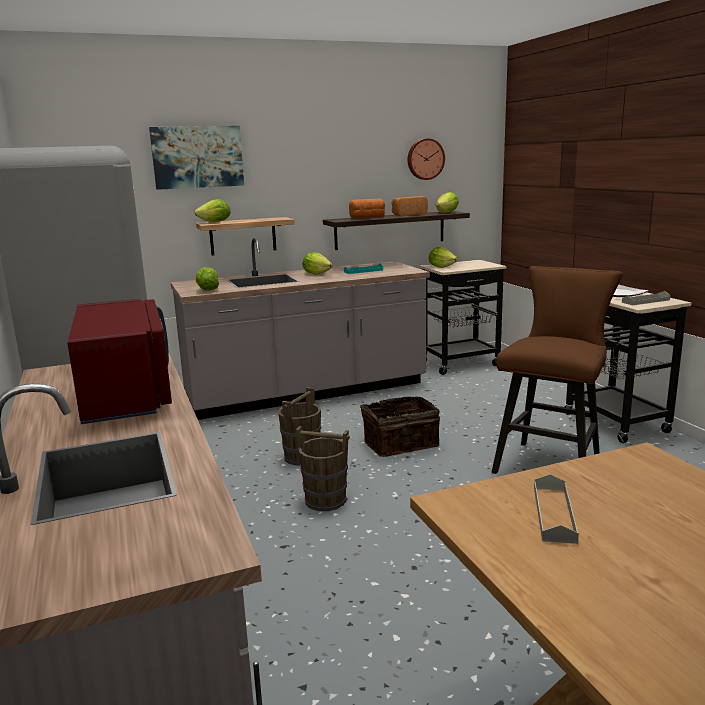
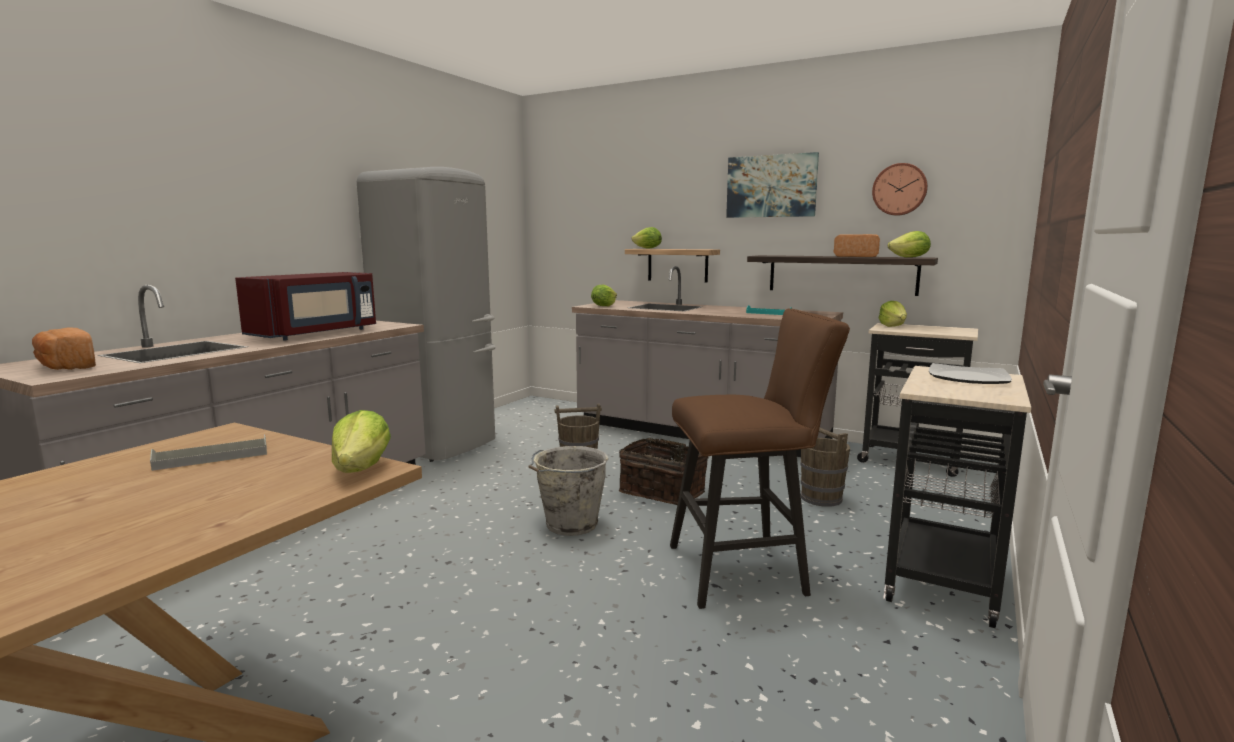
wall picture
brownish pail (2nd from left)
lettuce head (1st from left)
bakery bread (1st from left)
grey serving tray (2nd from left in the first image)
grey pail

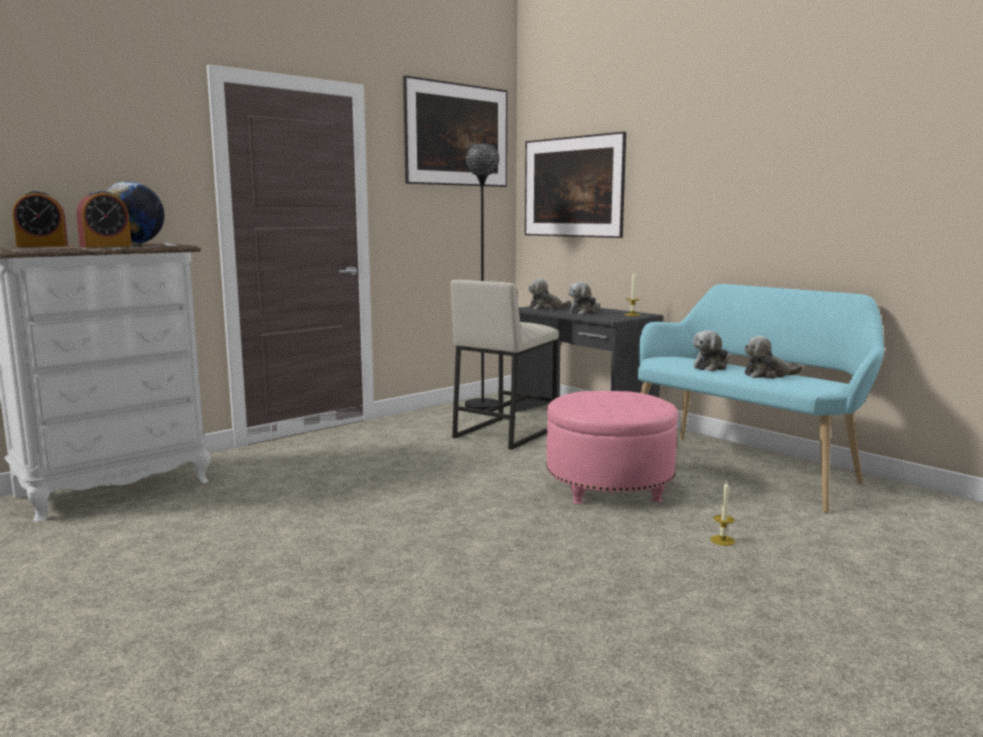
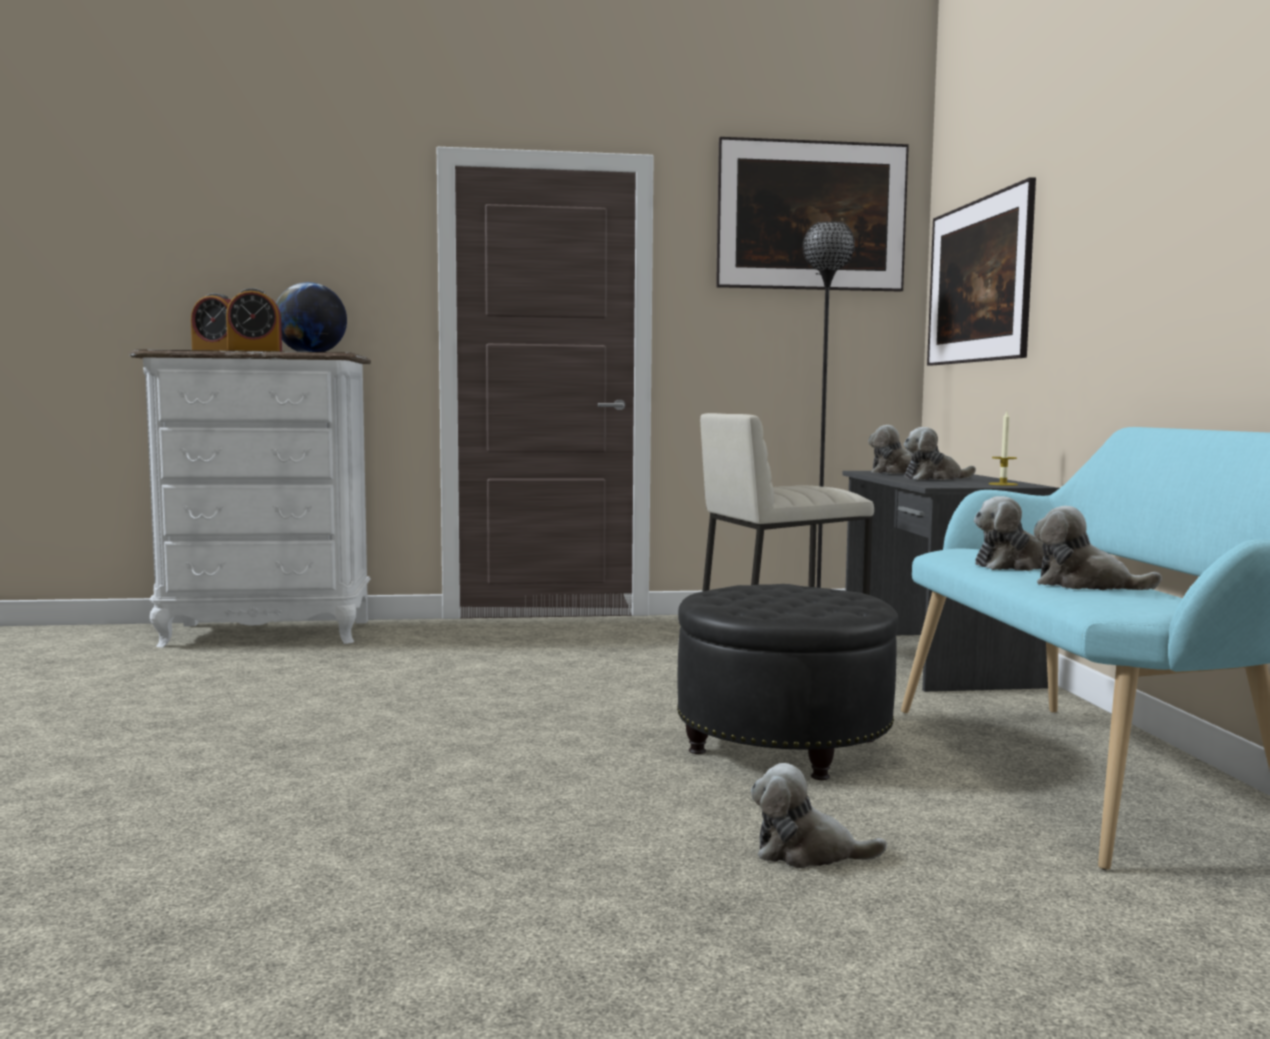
black-coloured footrest
cuddly toy (1st from left)

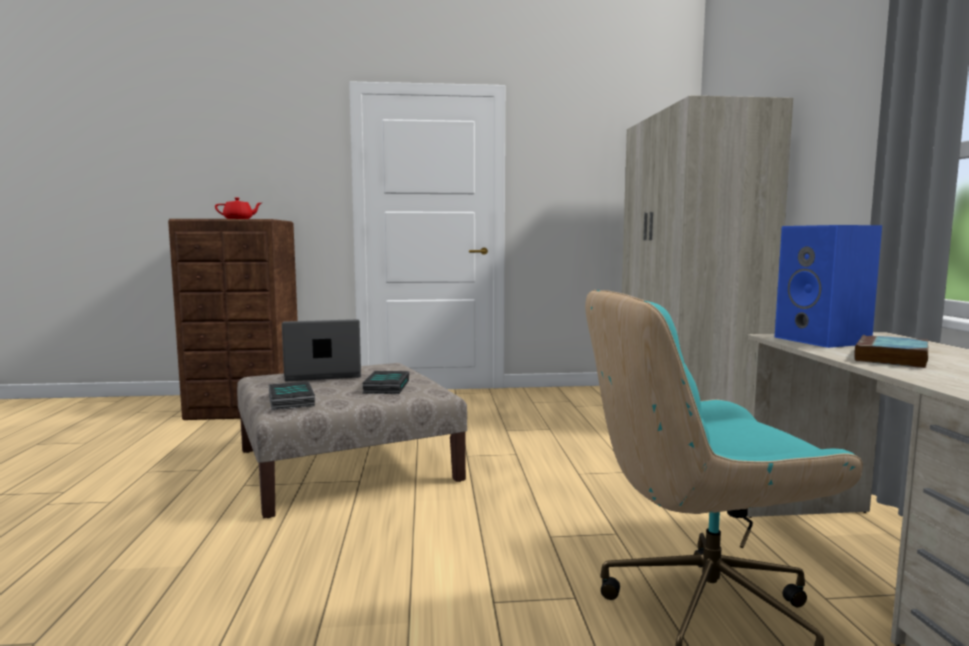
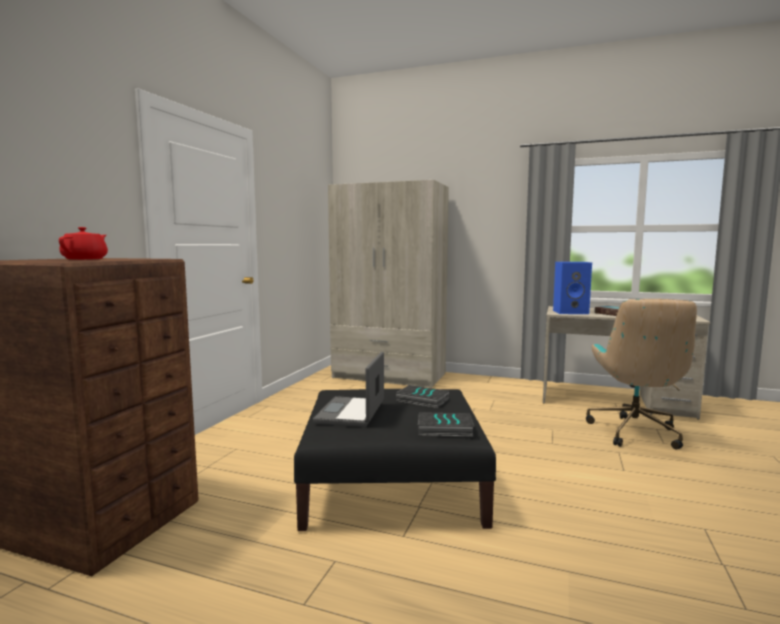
black-coloured footrest

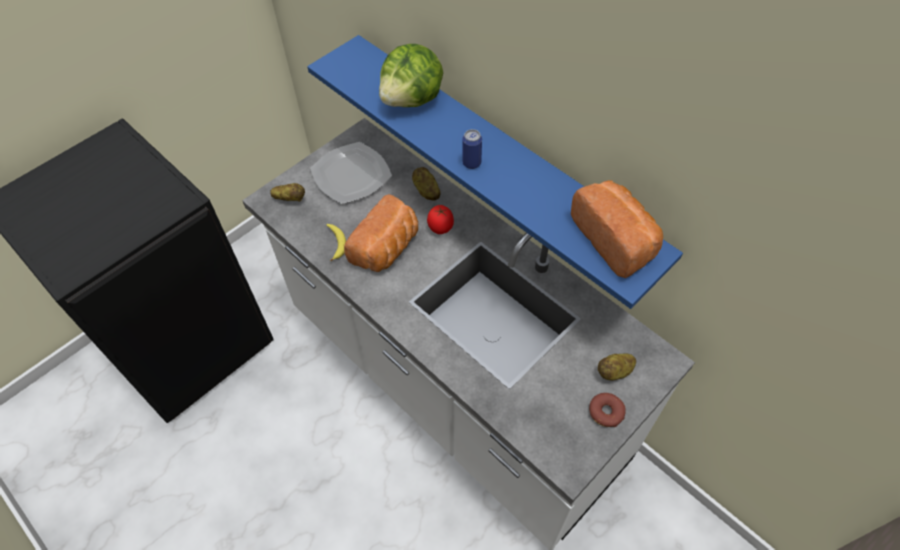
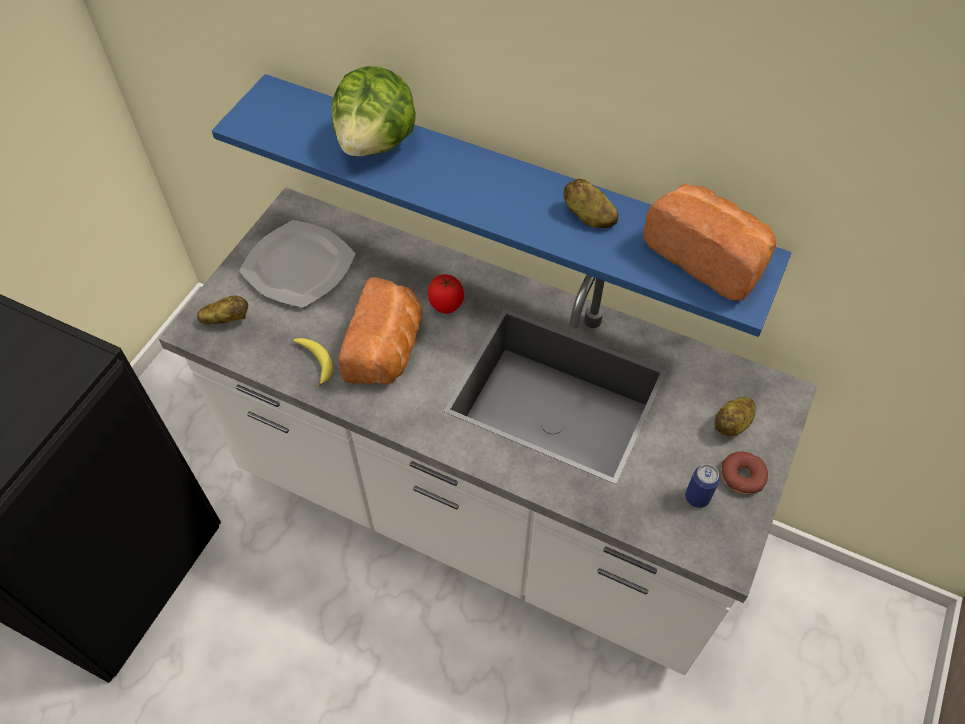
potato (2nd from left)
sealed can

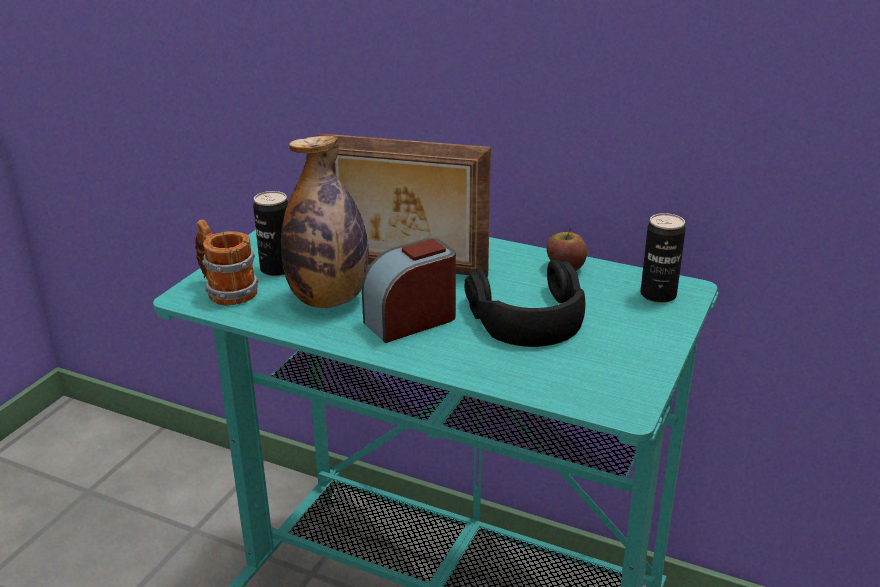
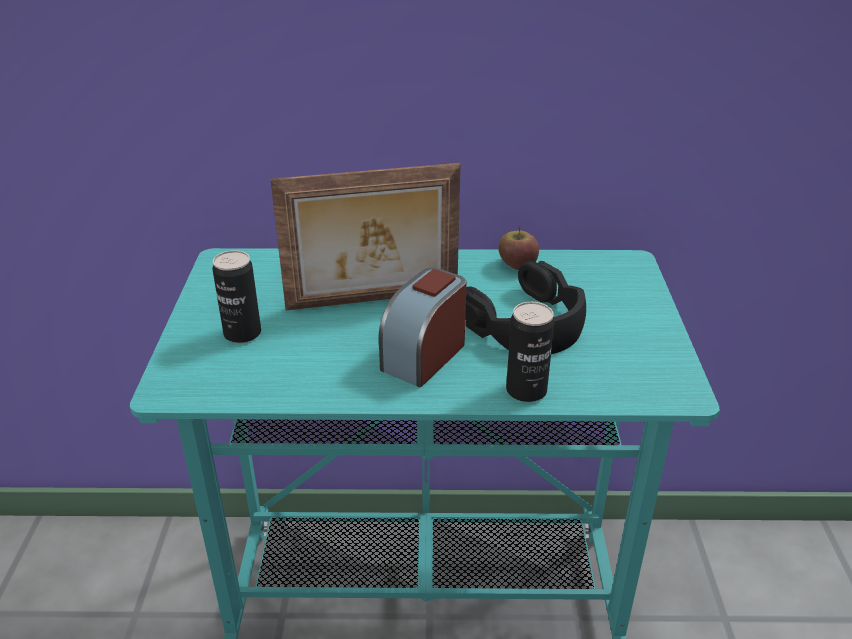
coffee mug
drink bottle
sealed can (2nd from left)

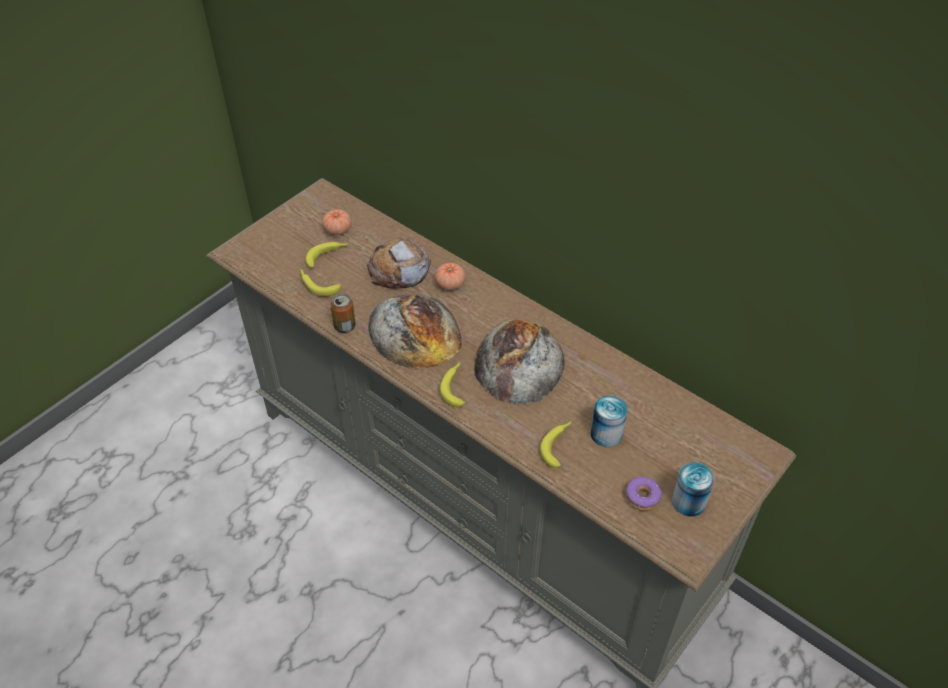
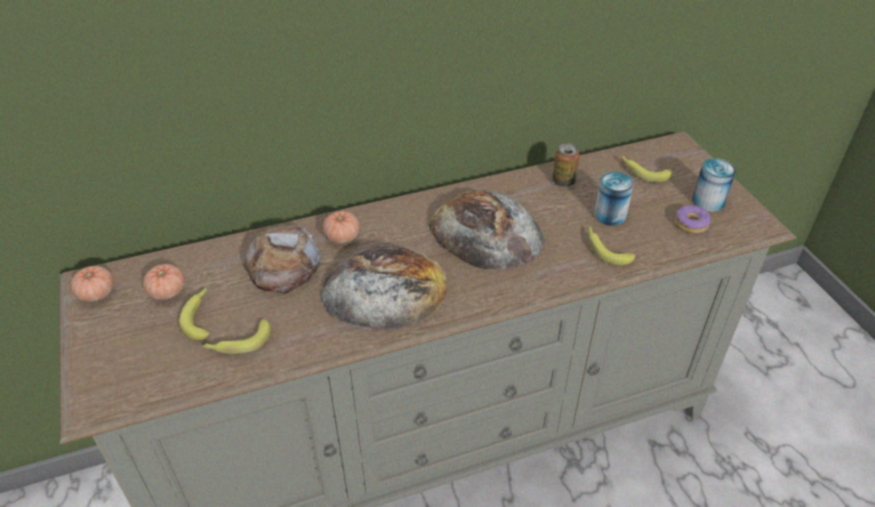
sealed can (1st from left)
banana fruit (4th from left)
tomato (1st from left)

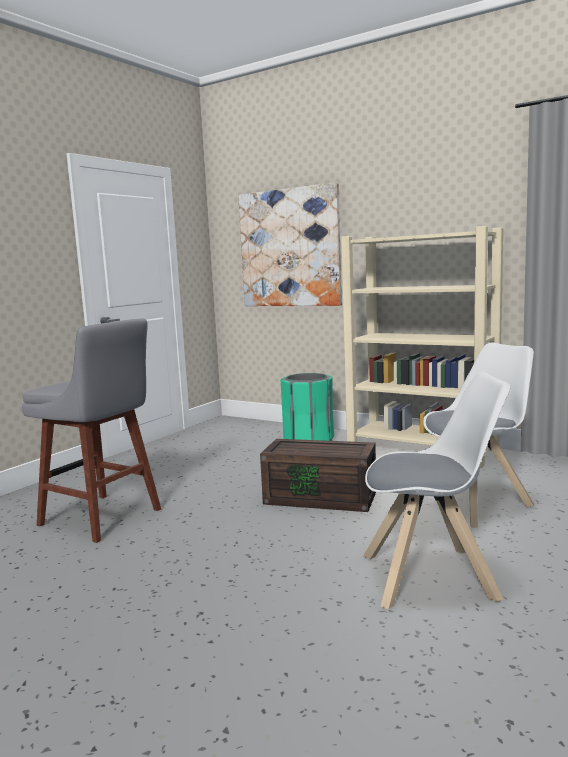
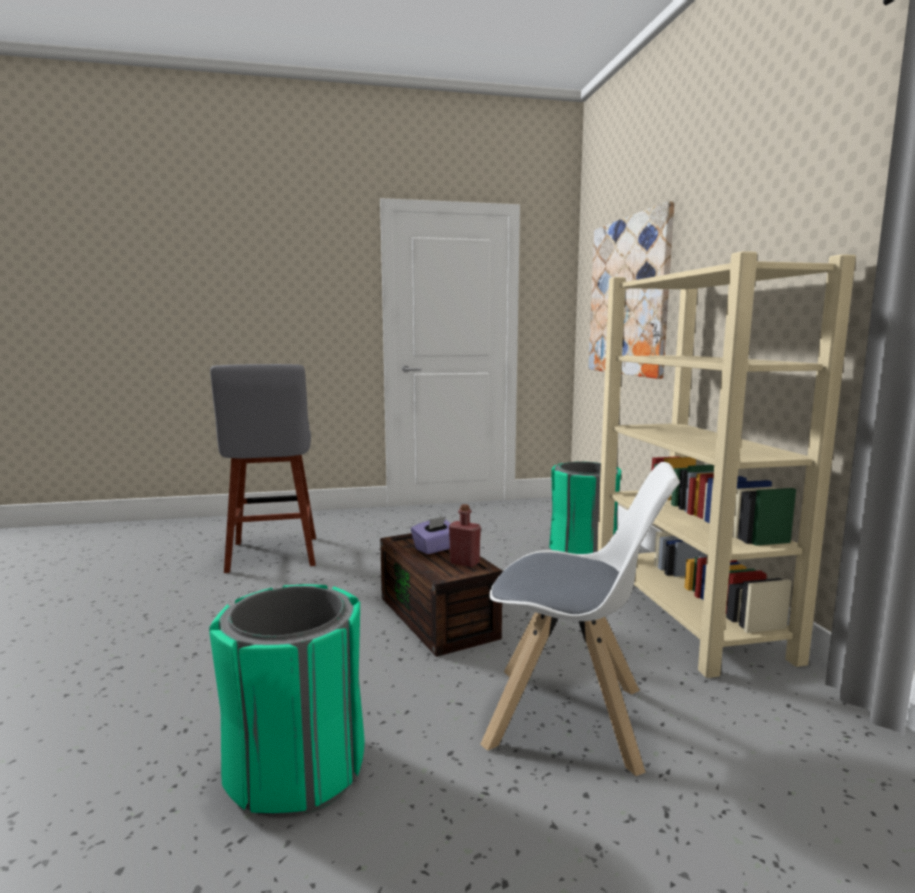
greenish rubbish bin (1st from left)
purple-coloured box of tissues
red drink bottle

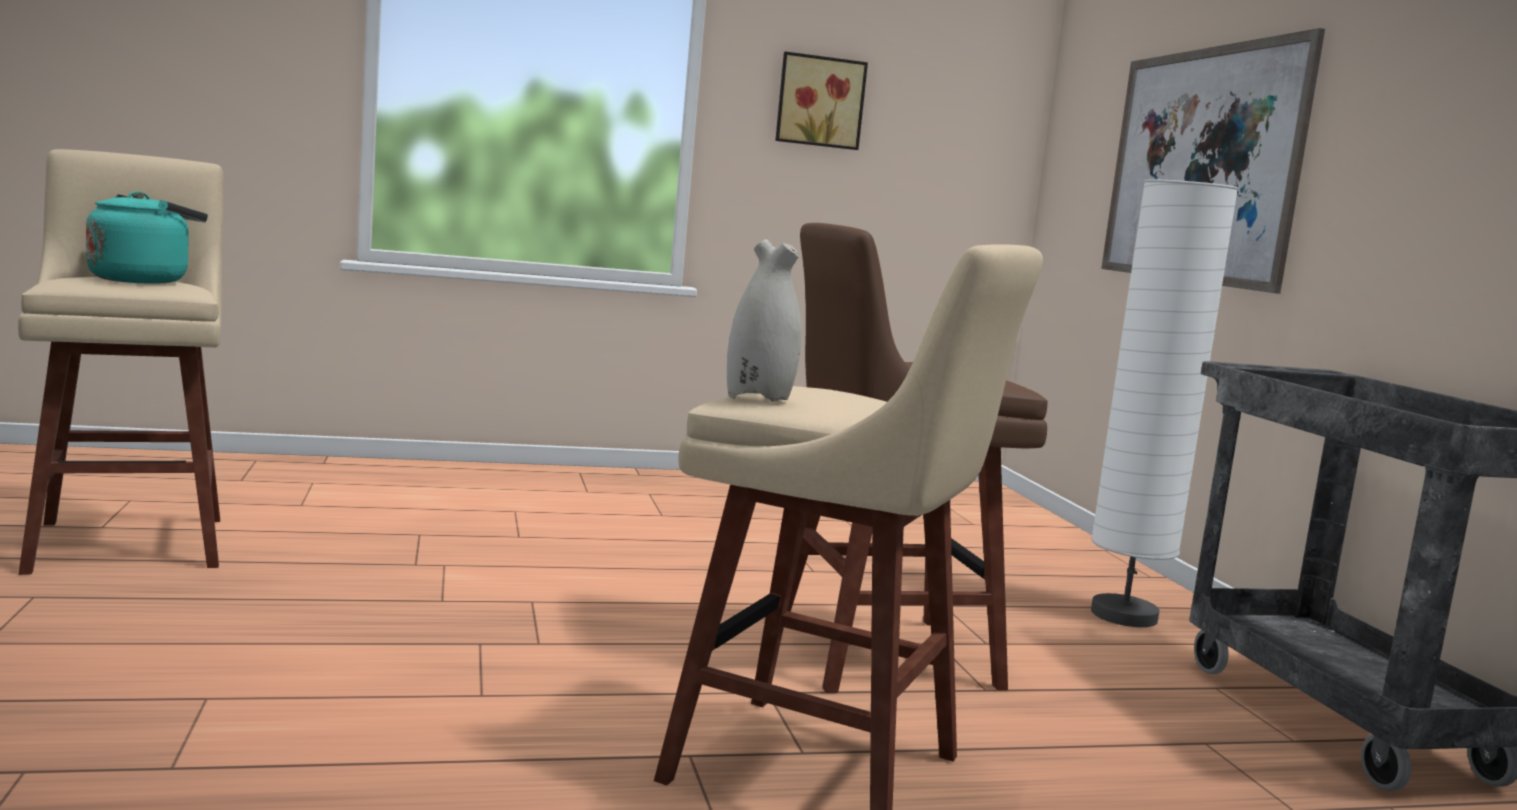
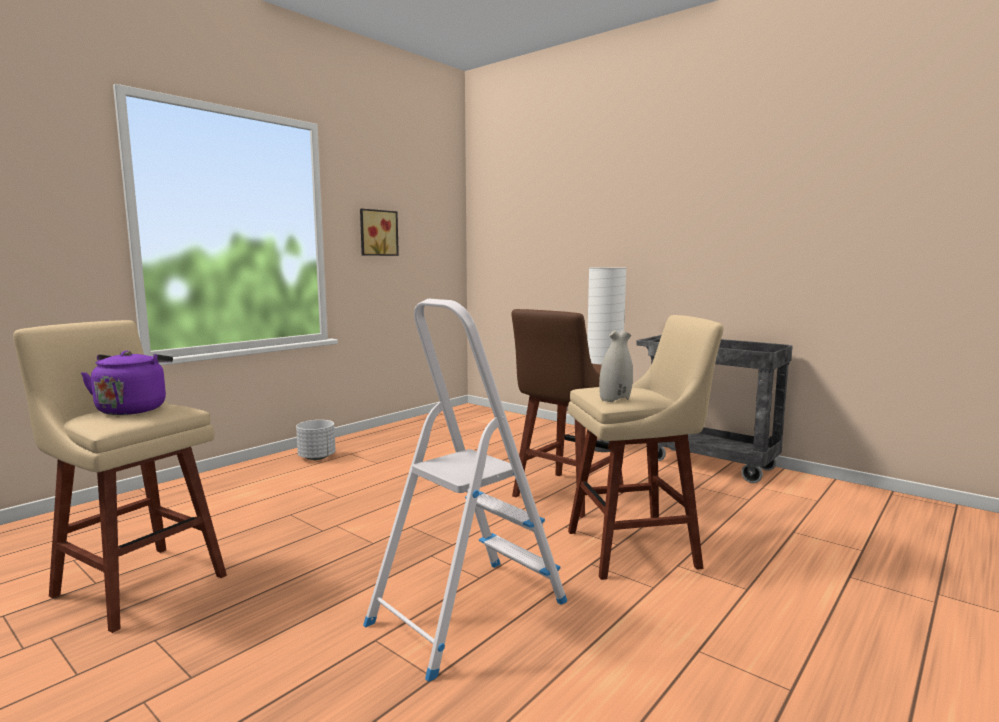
purple-coloured water kettle
wall picture (2nd from left in the first image)
white-coloured planter
white-coloured step ladder

